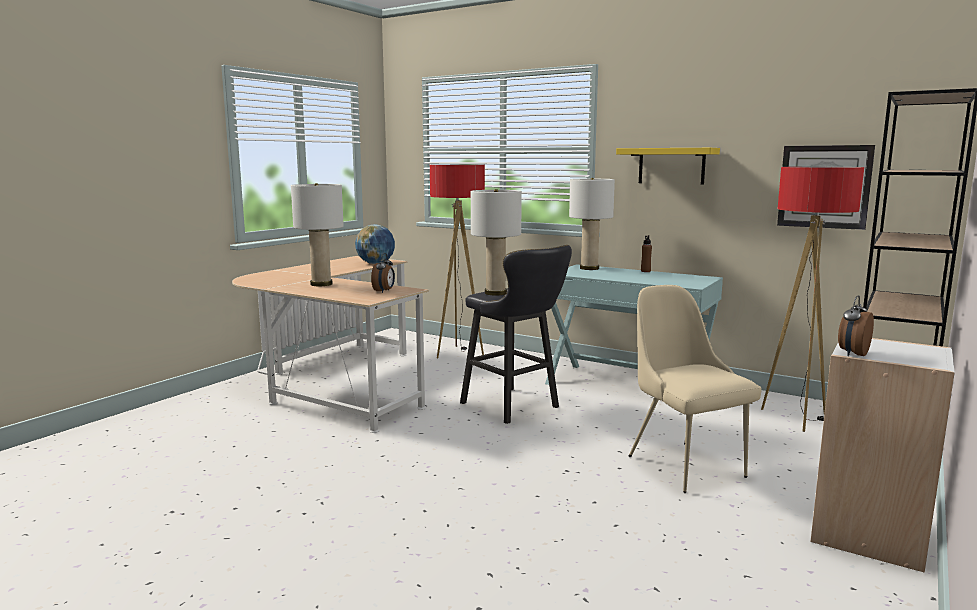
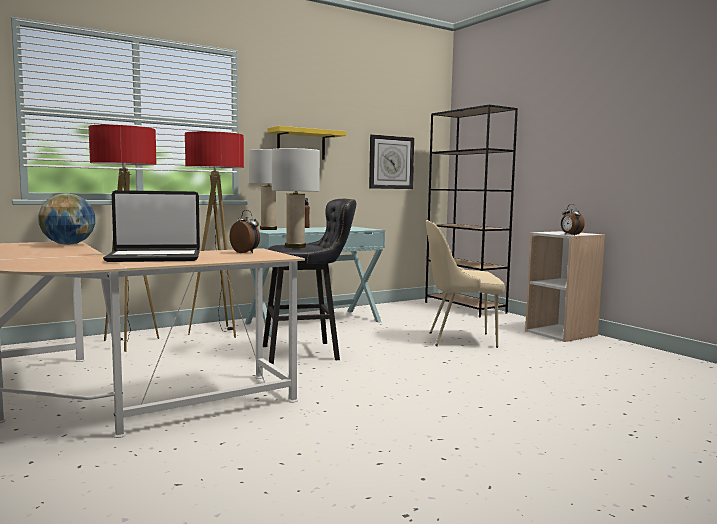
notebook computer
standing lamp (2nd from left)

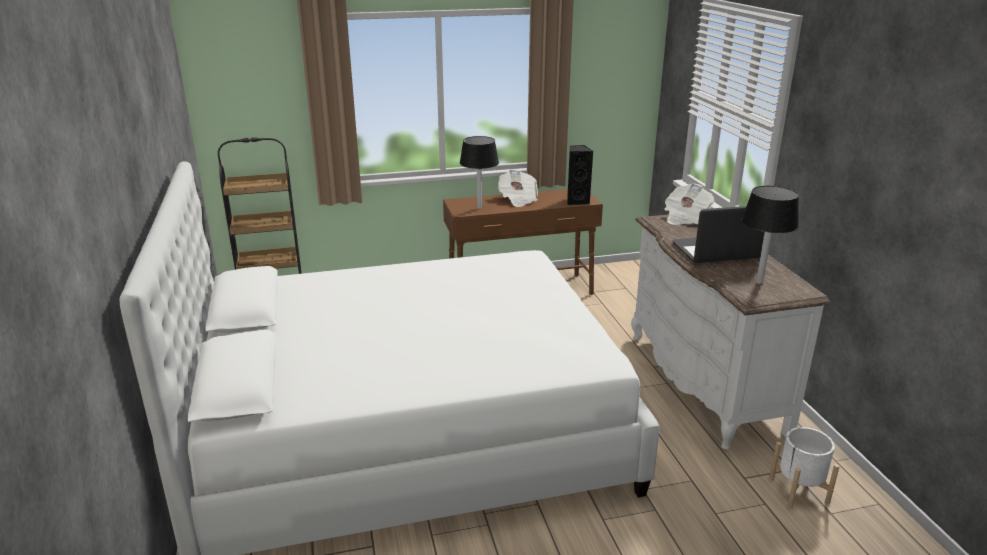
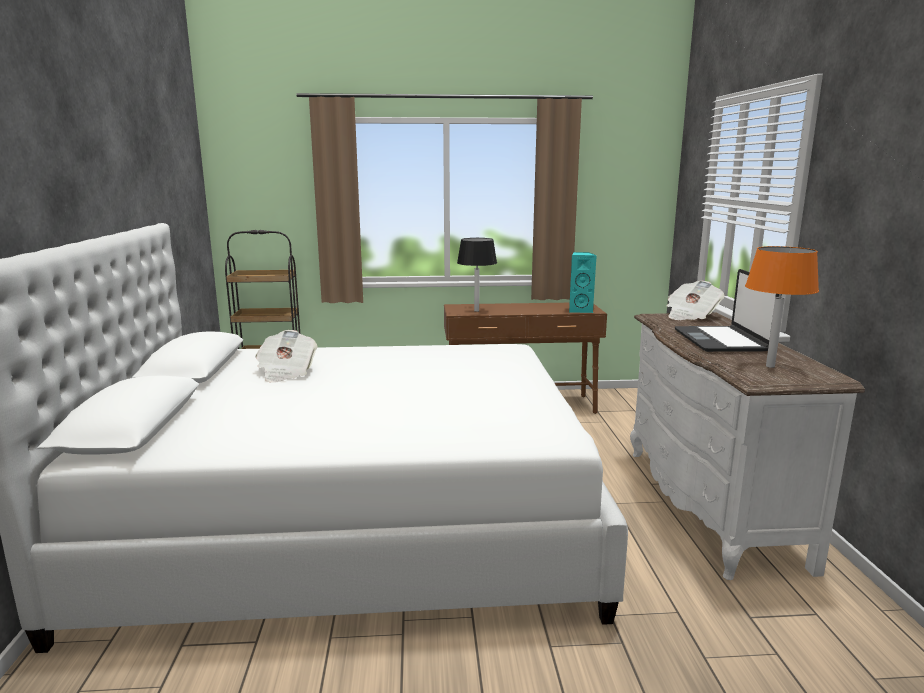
daily paper (1st from left)
turquoise audio speaker
notebook computer
orange-coloured table lamp
white-coloured planter

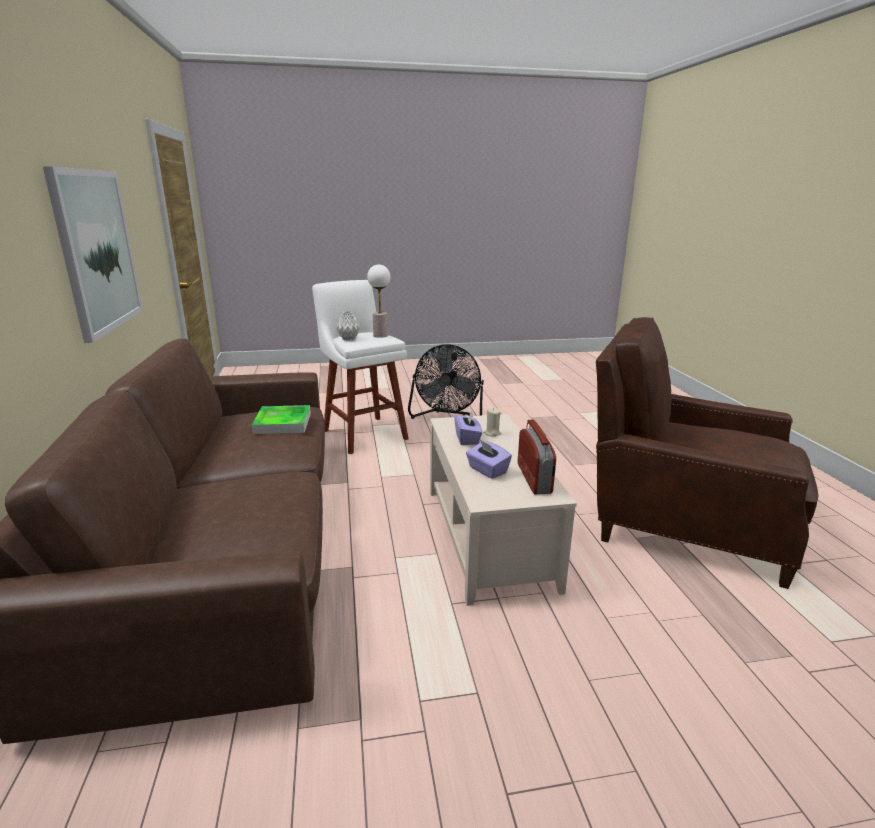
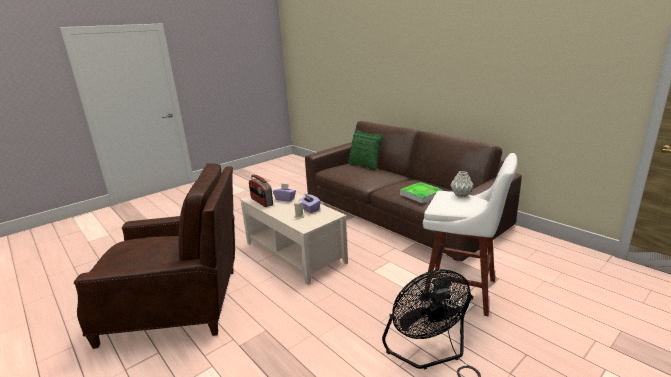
wall picture
table lamp
greenish throw pillow

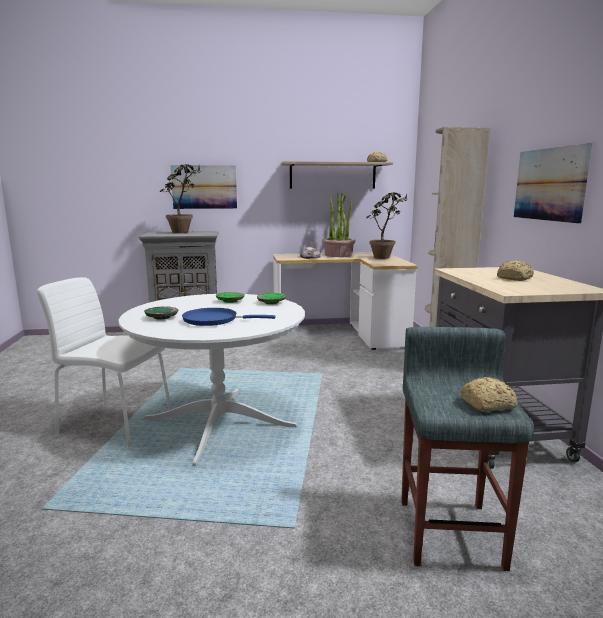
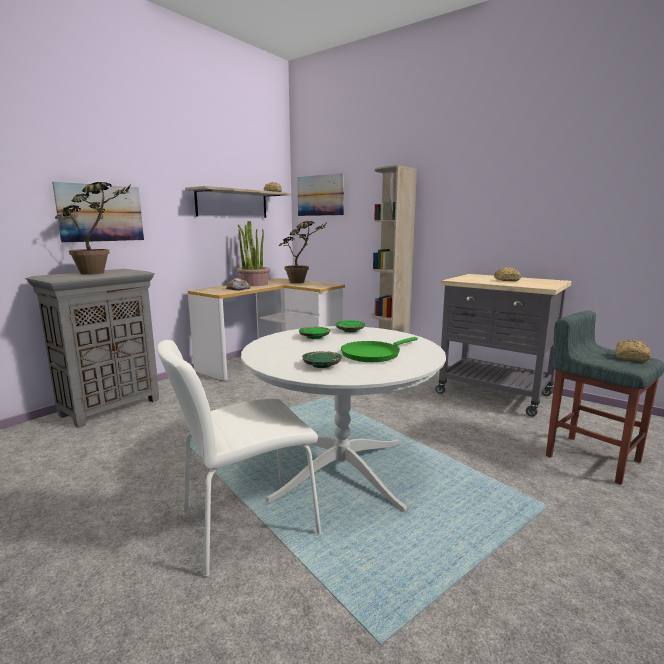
greenish frying pan
wall picture (2nd from left)

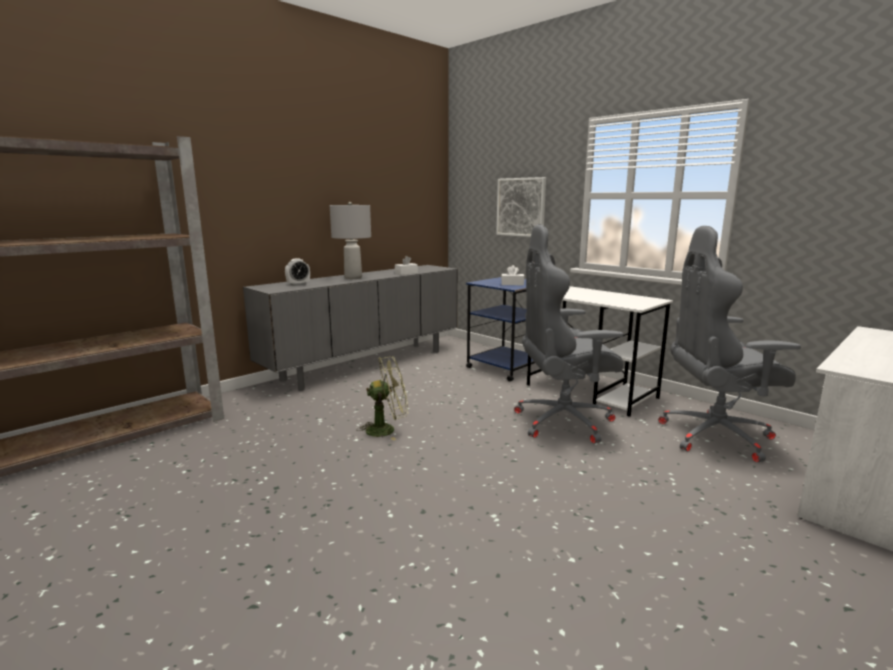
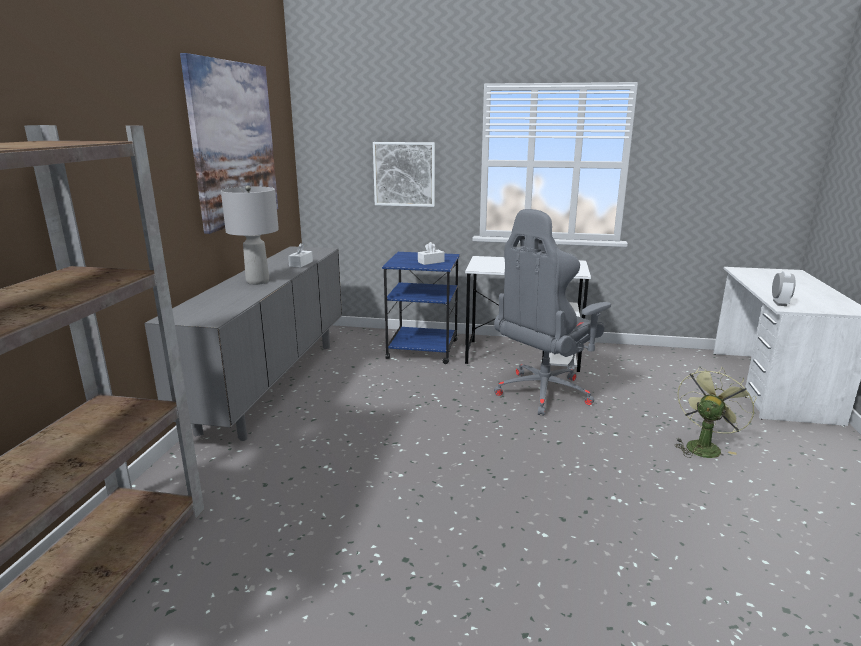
alarm clock
greenish electric fan
grey office chair (2nd from left in the first image)
wall picture (1st from left)

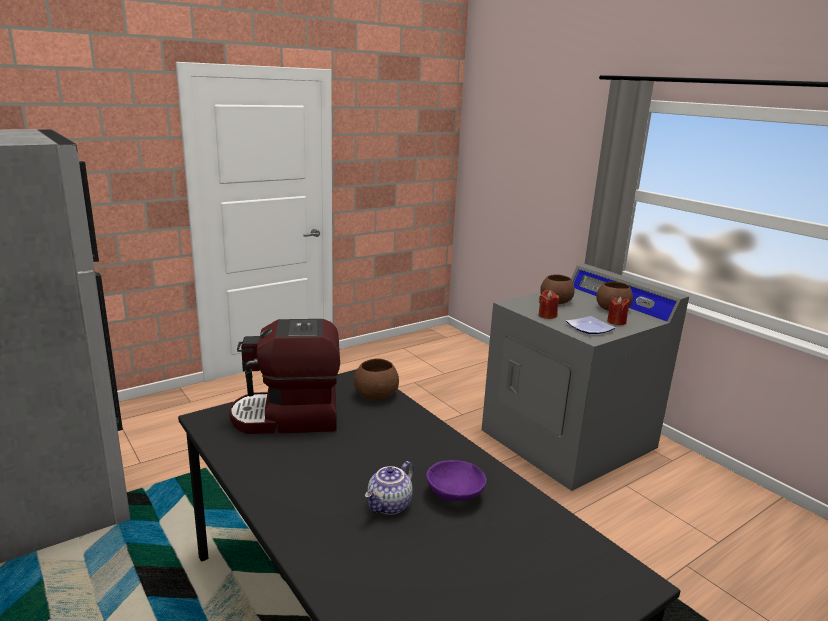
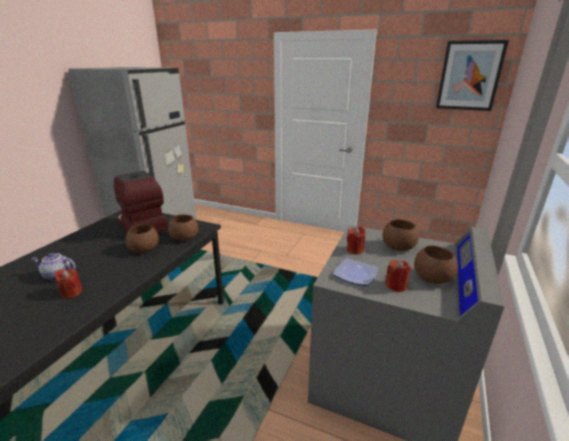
red wax candle (1st from left)
brownish bowl (1st from left)
wall picture

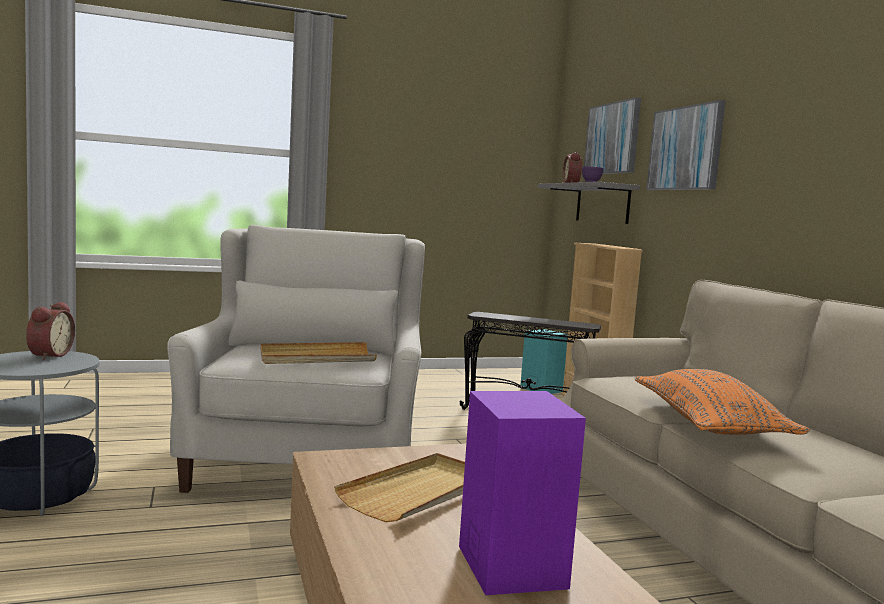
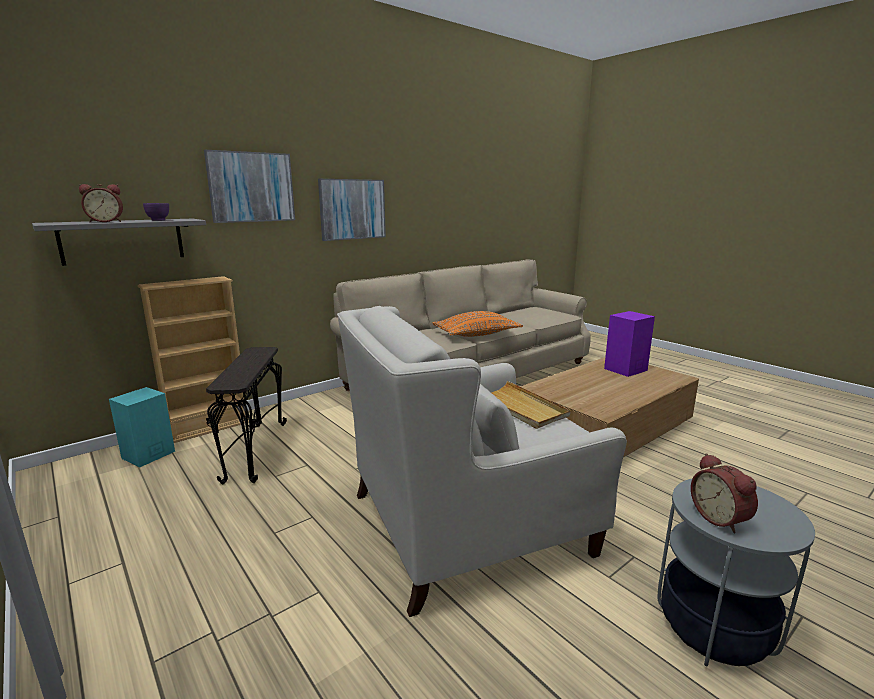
alarm clock (2nd from left)
sand-coloured serving tray (2nd from left in the first image)
wall picture (2nd from left)

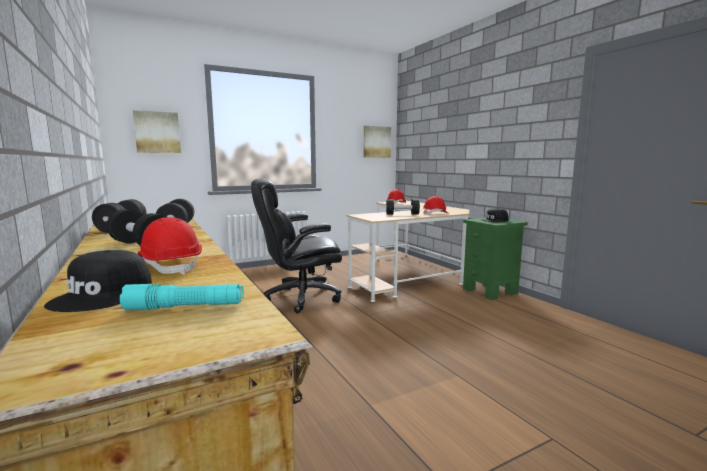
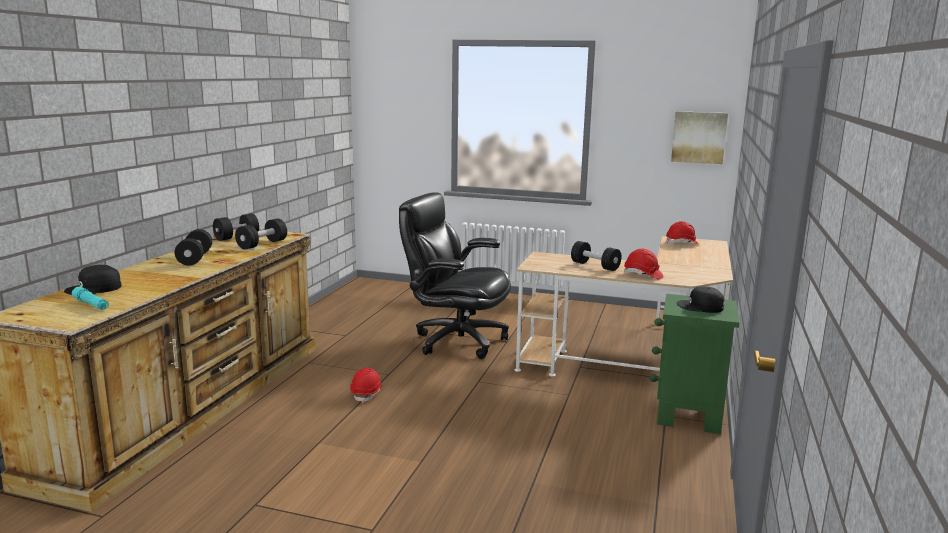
wall picture (1st from left in the first image)
red safety helmet (1st from left)

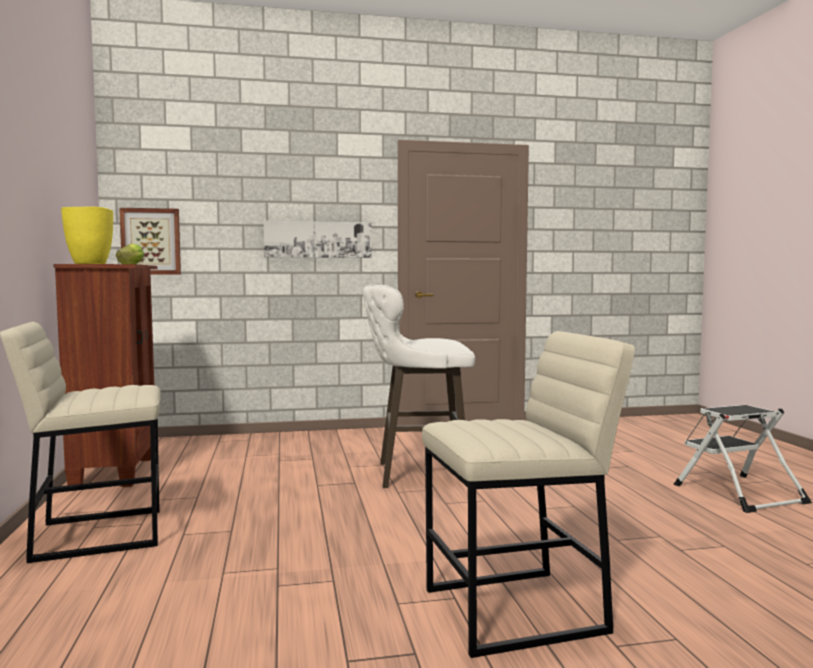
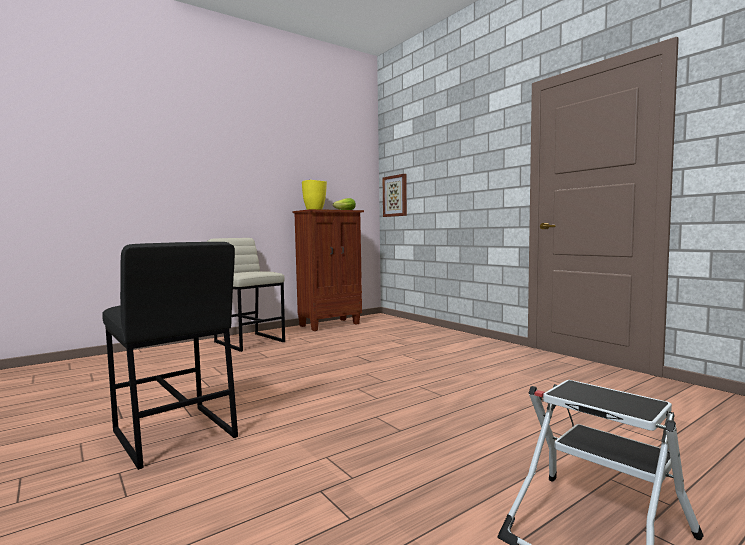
wall picture (2nd from left in the first image)
white-coloured stool seat
black-coloured chair

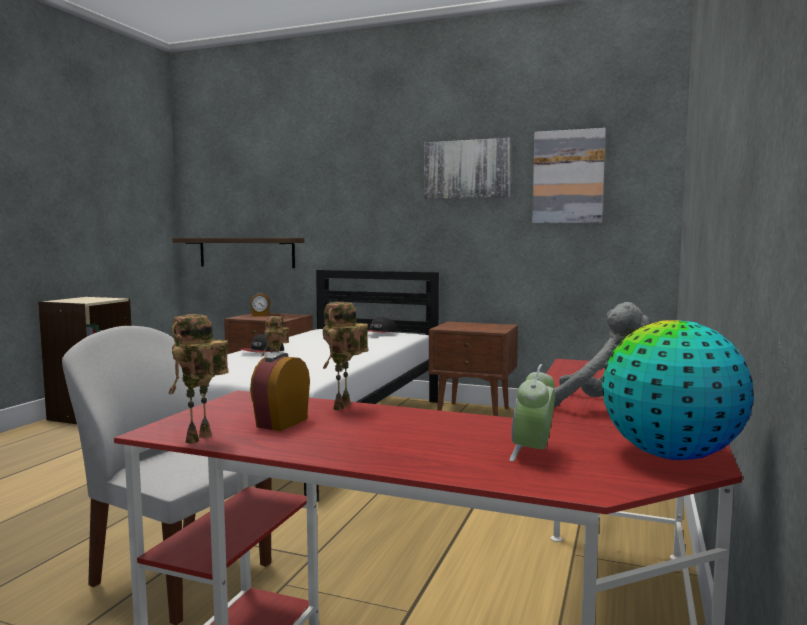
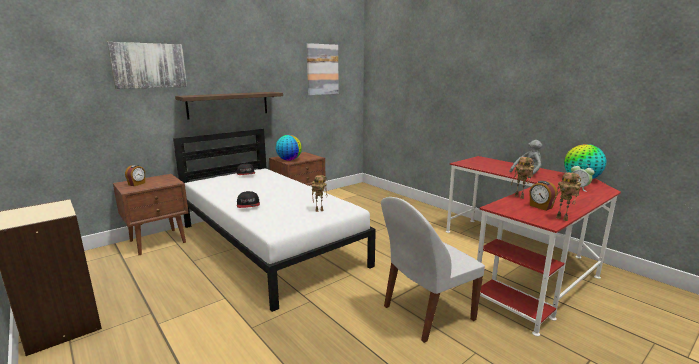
shelf
wall picture (1st from left)
globe (1st from left)

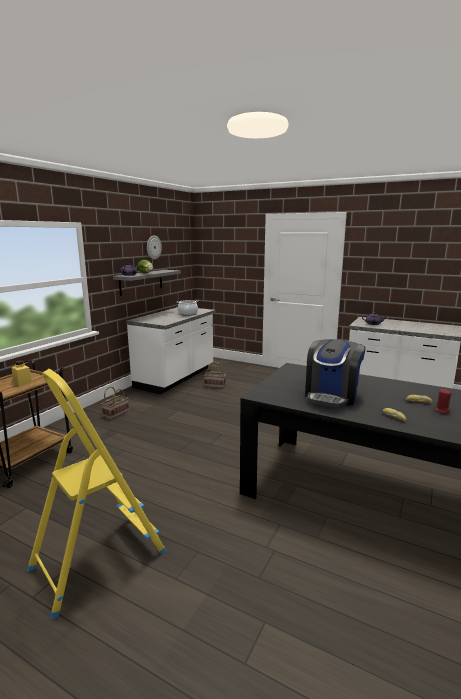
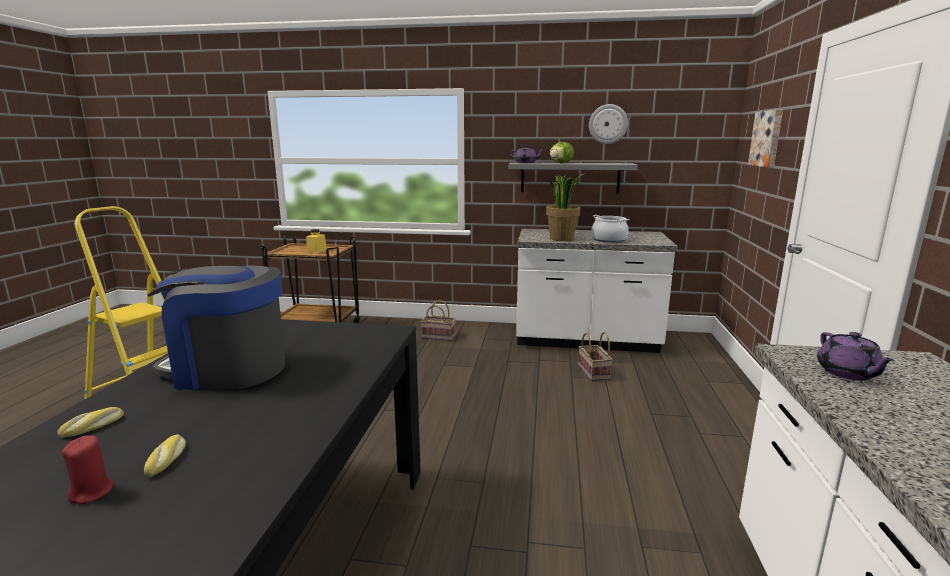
potted plant
wall picture

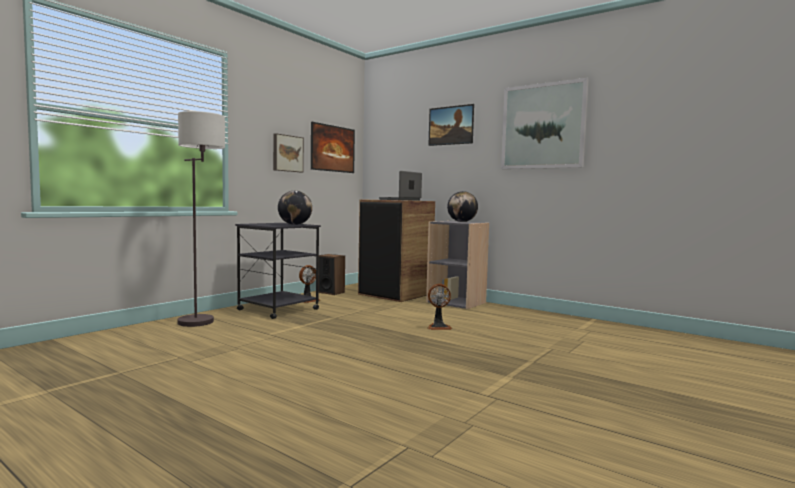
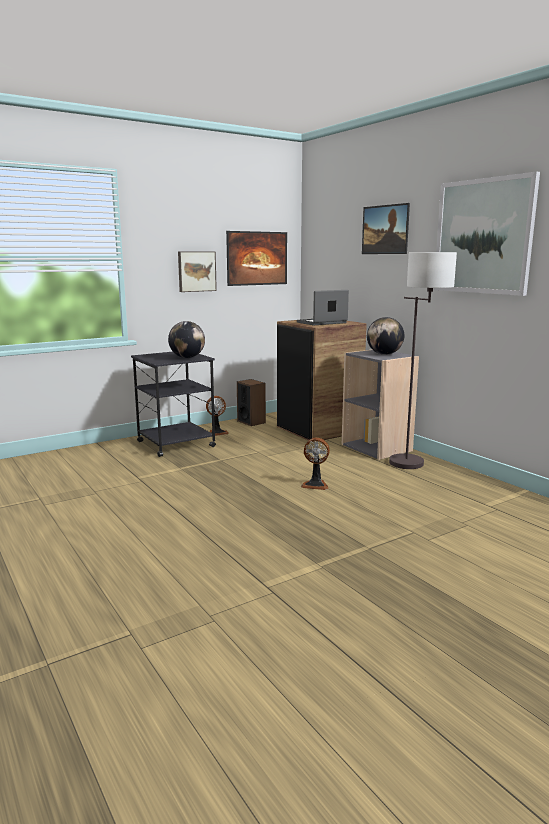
white-coloured standing lamp

